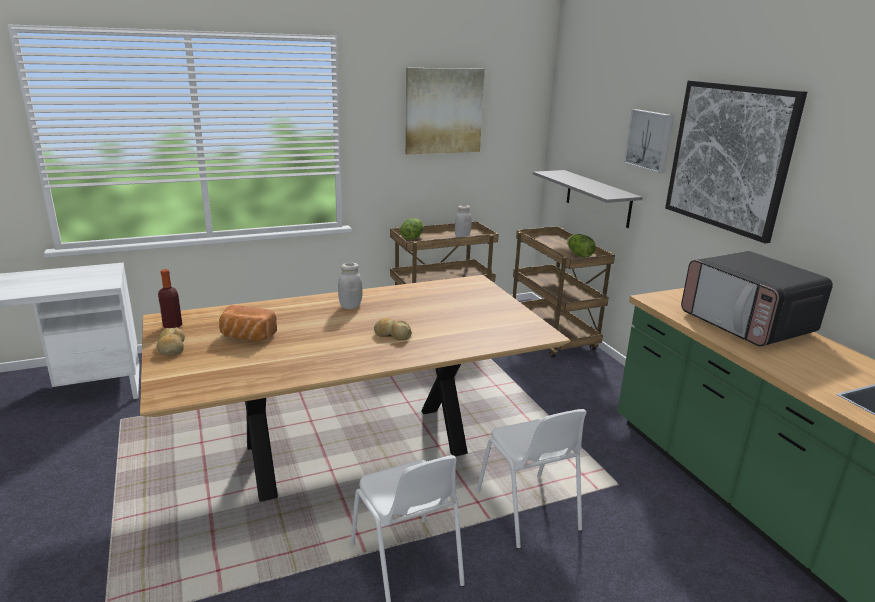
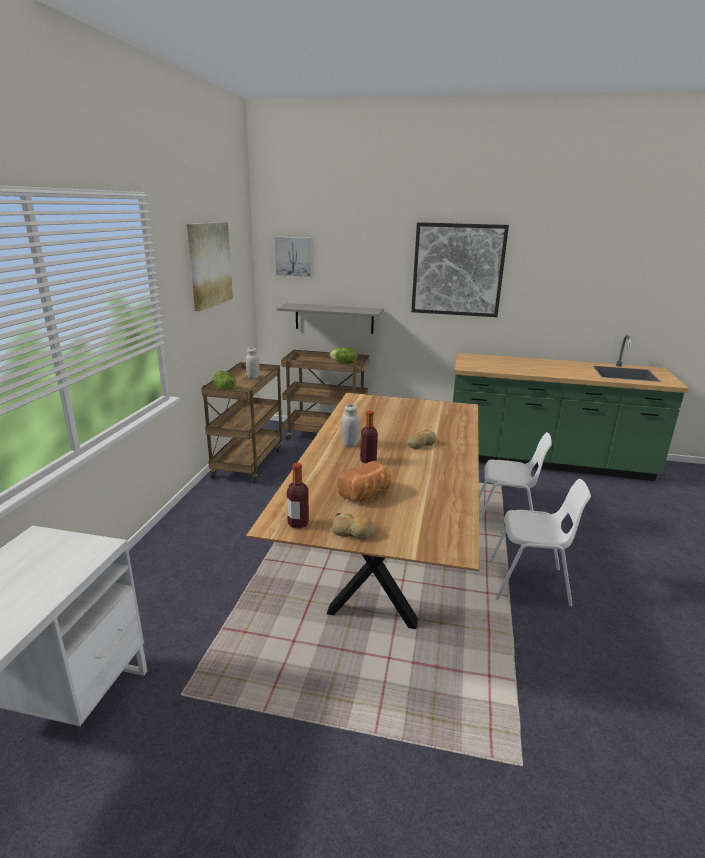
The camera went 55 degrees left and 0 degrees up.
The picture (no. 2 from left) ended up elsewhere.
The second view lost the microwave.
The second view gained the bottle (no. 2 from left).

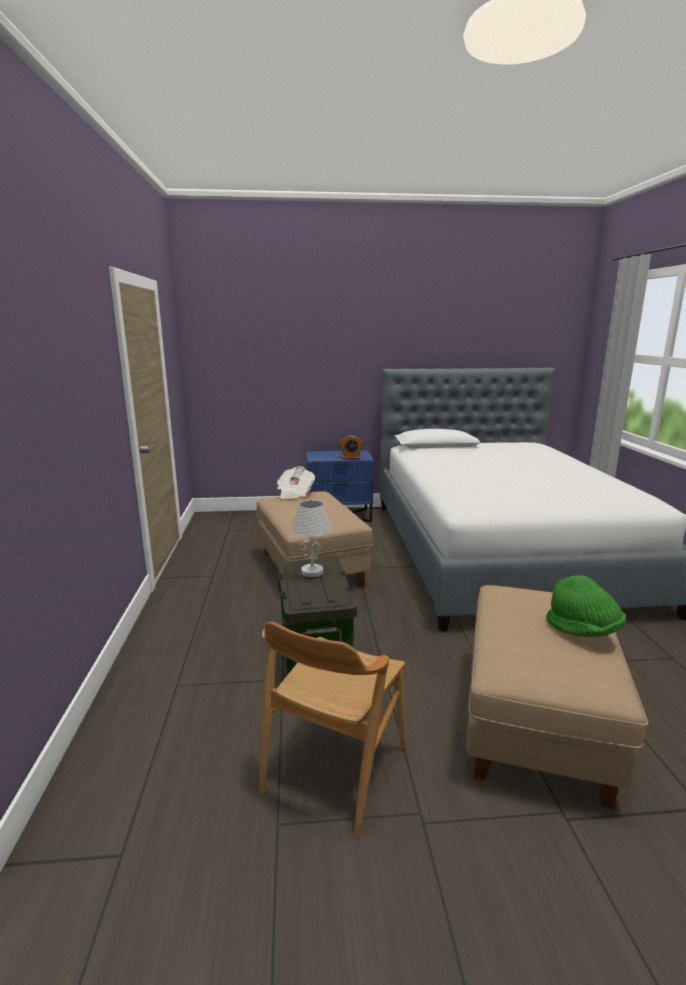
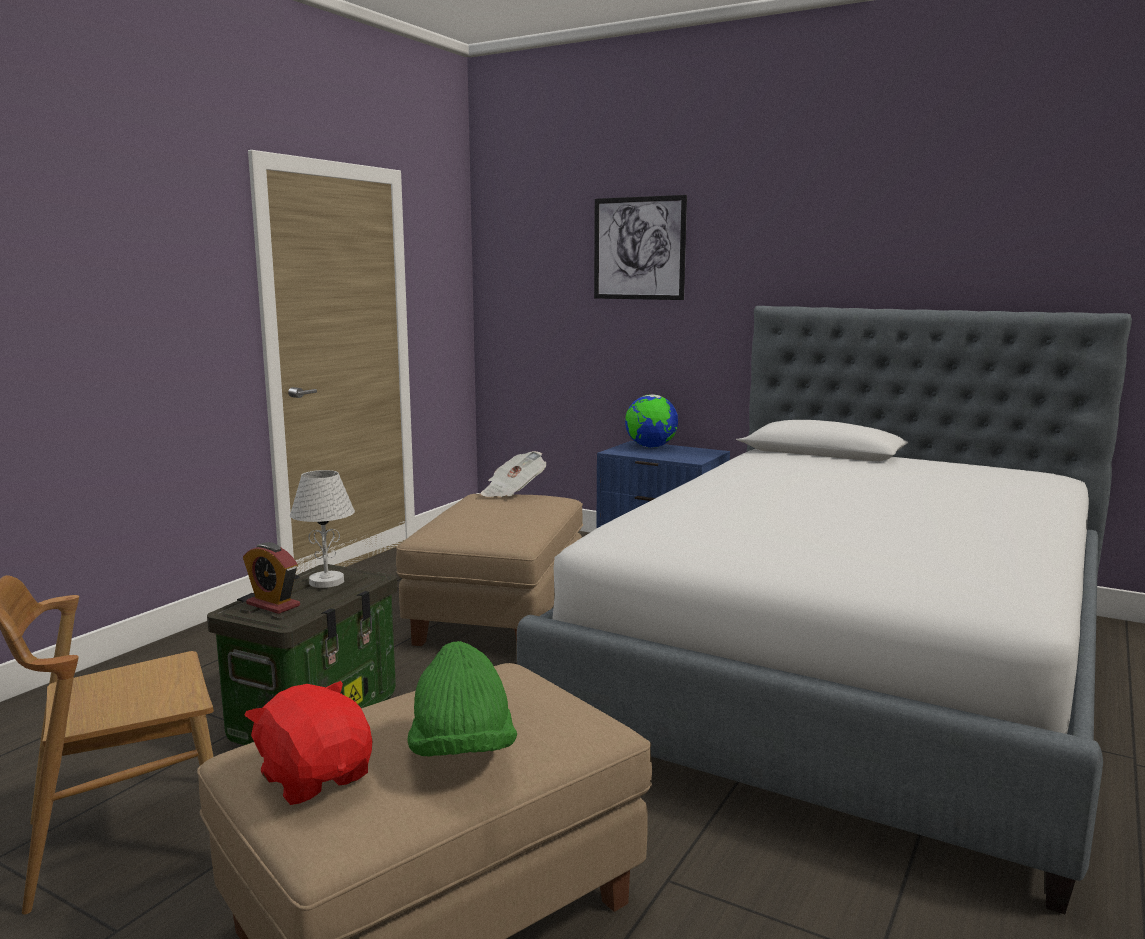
The camera went 35 degrees right and 5 degrees down.
The alarm clock ended up elsewhere.
The second view gained the picture.
The second view gained the globe.
The second view gained the red plush toy.

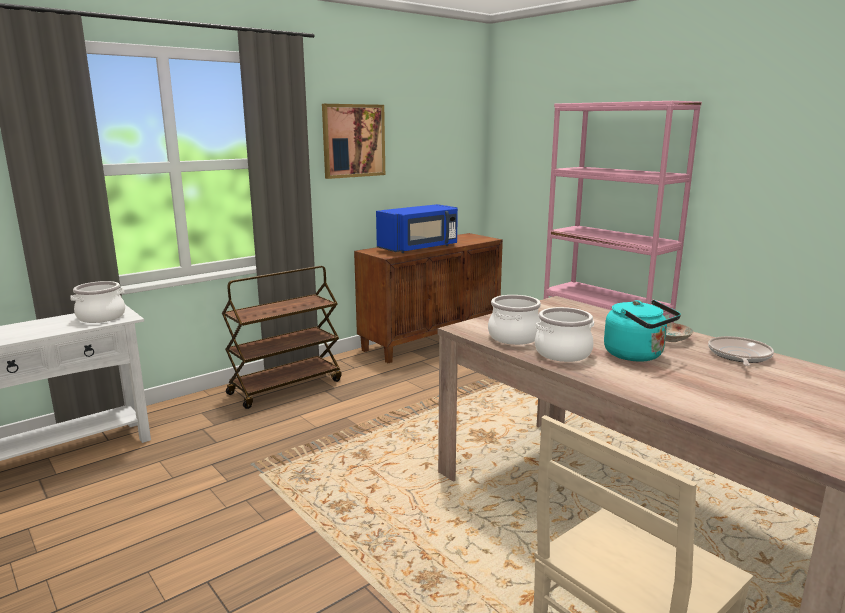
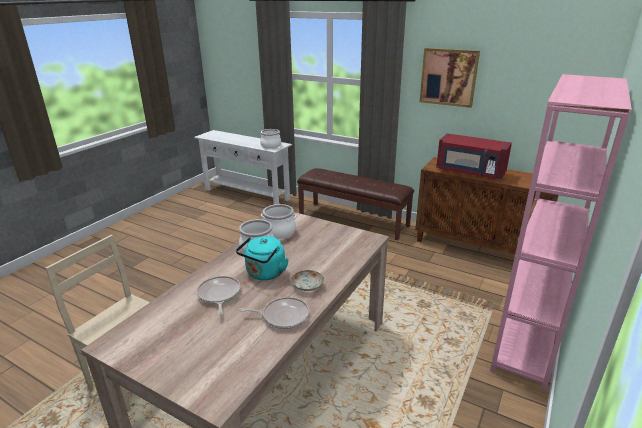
The camera went 70 degrees right and 10 degrees up.
What was the blue microwave turned into the red microwave.
Where the brown cart stood, the brown bench came to stand.
The second view gained the frying pan (no. 1 from left).

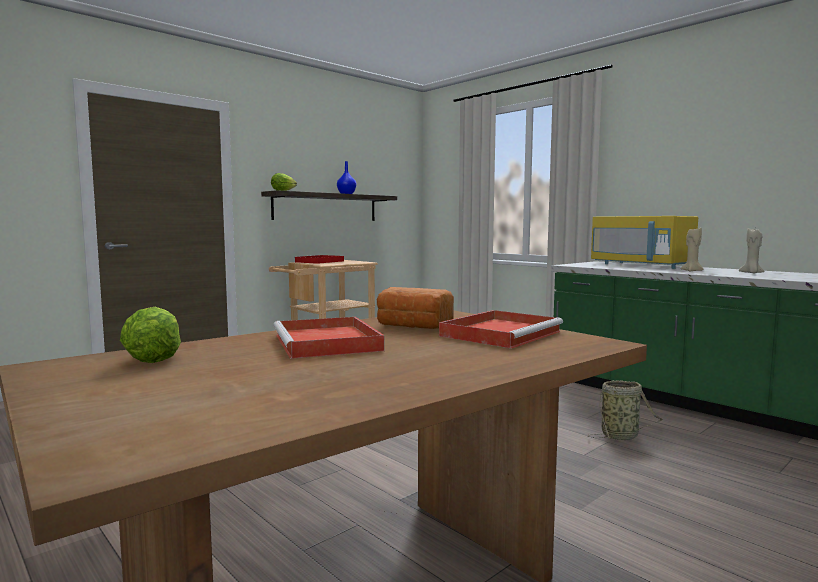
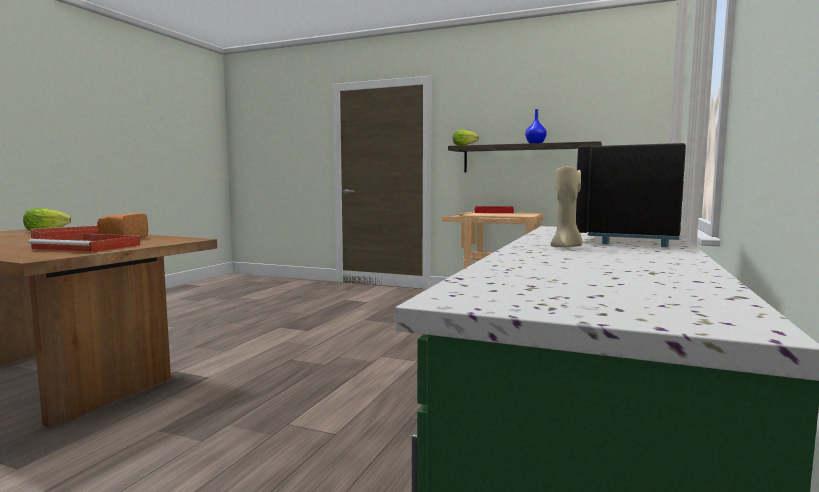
The camera went 65 degrees right and 0 degrees up.
What was the yellow microwave turned into the black microwave.
The second view lost the beige candle (no. 2 from left).
The second view lost the basket.

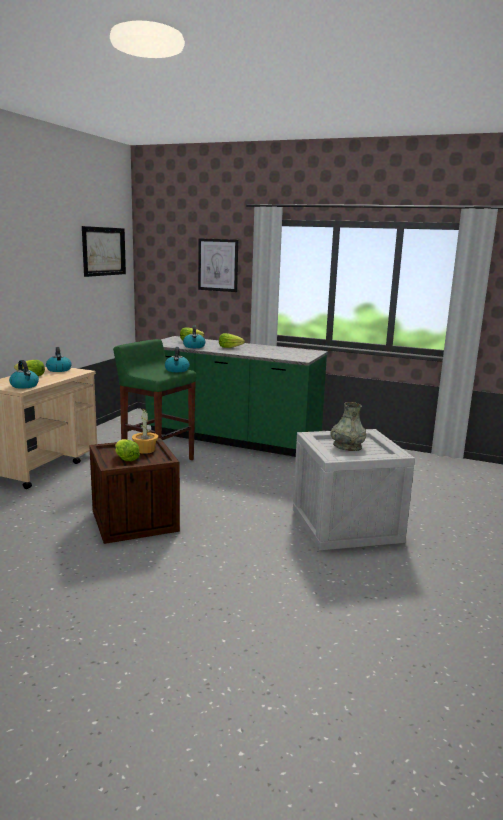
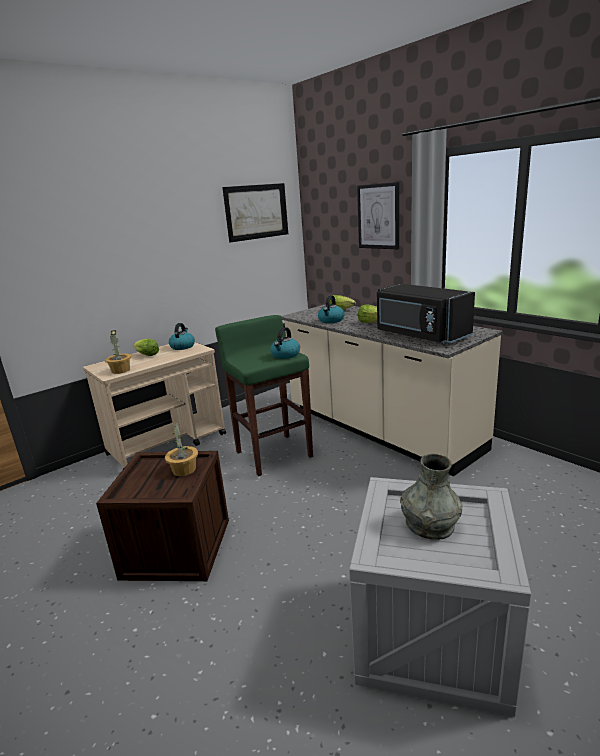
The camera went 30 degrees right and 5 degrees up.
What was the green counter turned into the beige counter.
Where the kettle (no. 1 from left) stood, the potted plant (no. 1 from left) came to stand.
The second view lost the lettuce (no. 2 from left).
The second view gained the black microwave.

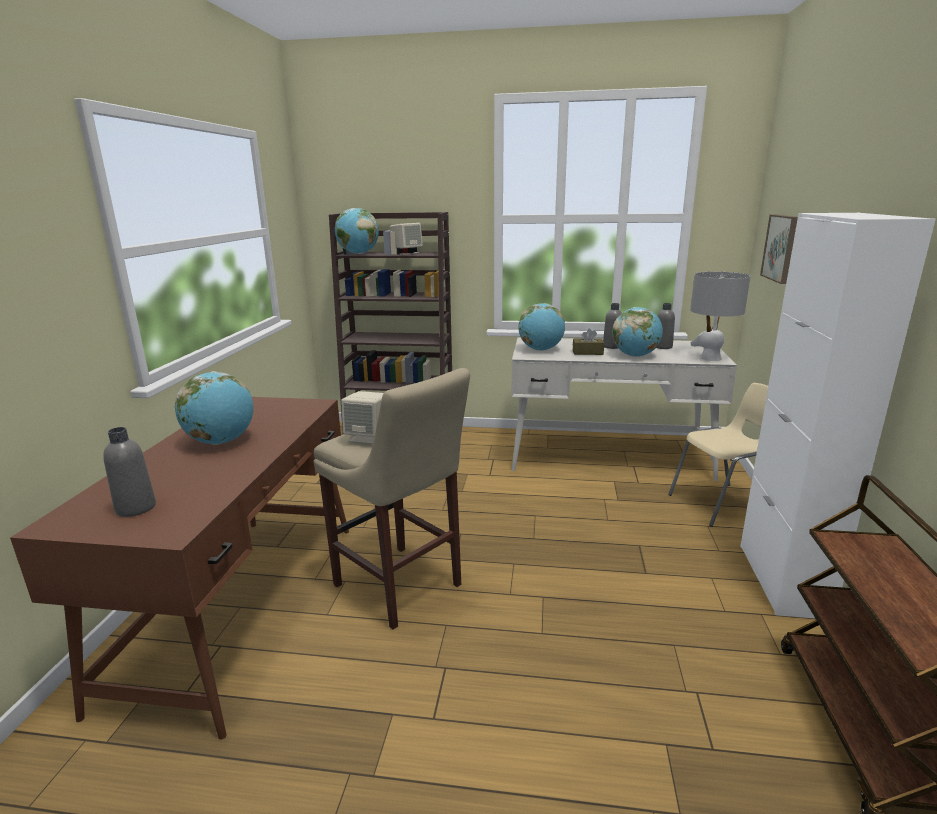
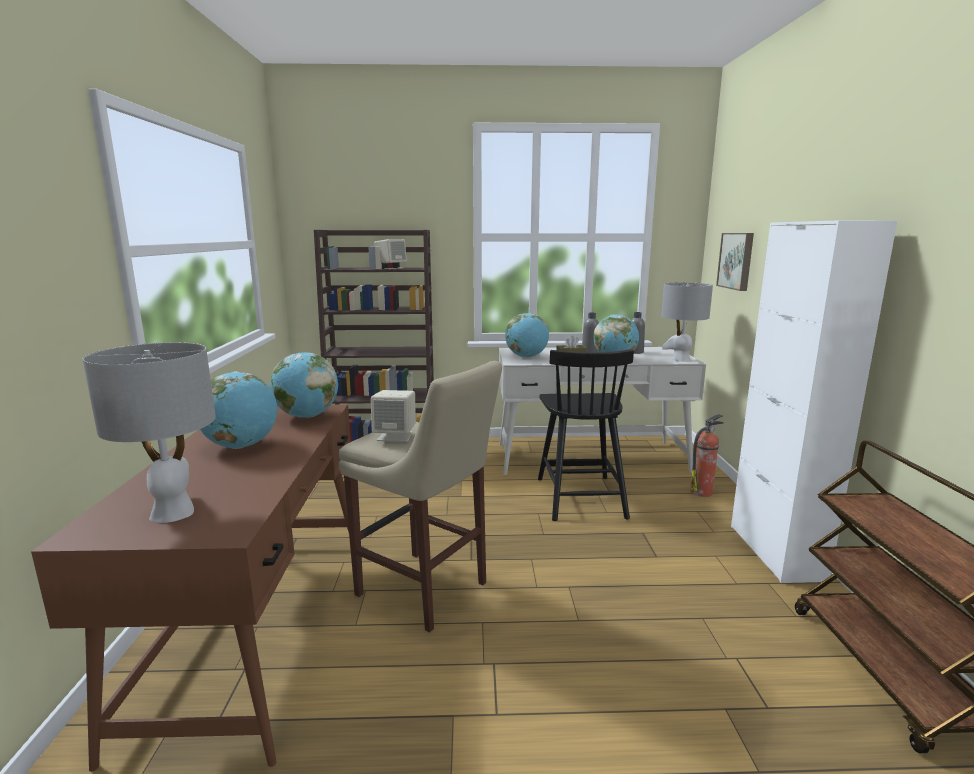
The camera went 10 degrees left and 5 degrees down.
The globe (no. 2 from left) ended up elsewhere.
Where the beige chair stood, the fire extinguisher came to stand.
Where the grey bottle (no. 1 from left) stood, the grey table lamp (no. 1 from left) came to stand.
The second view gained the black chair.

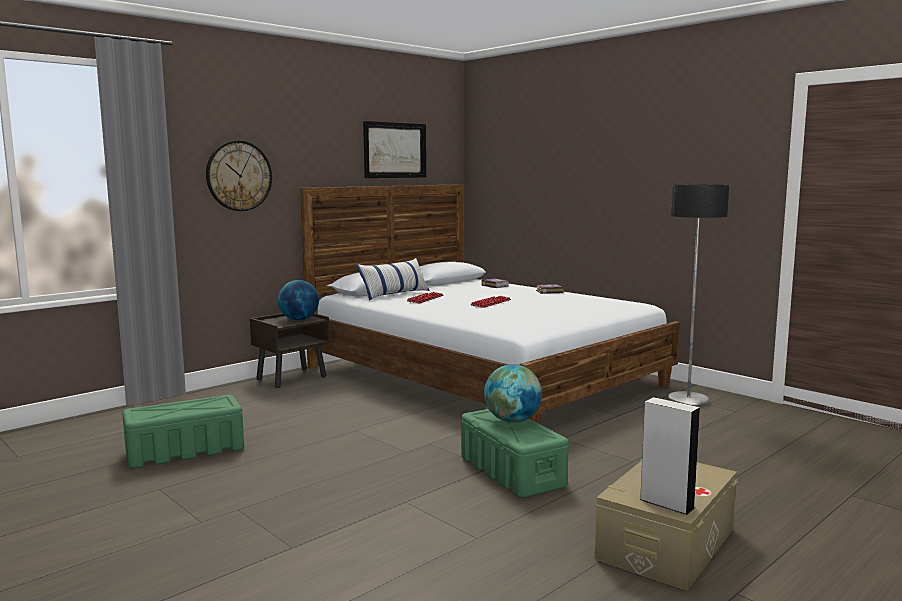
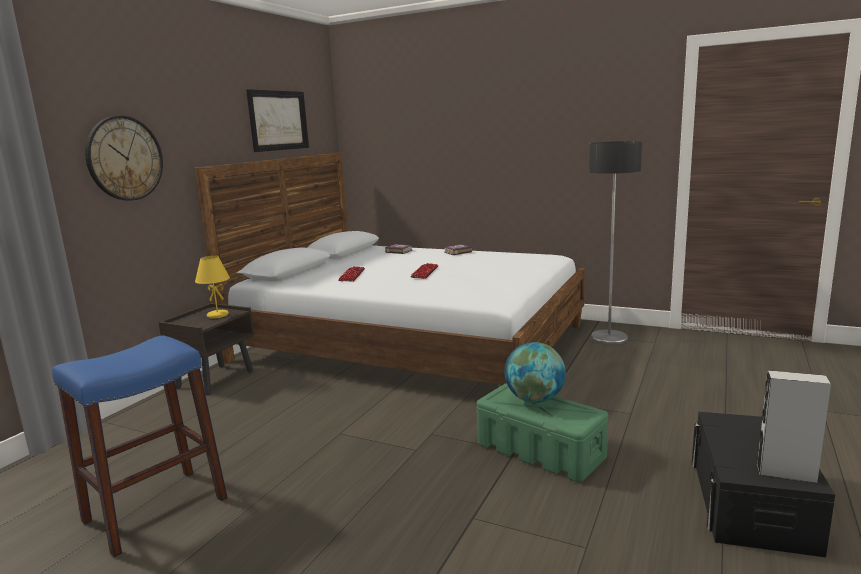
The camera went 20 degrees left and 5 degrees up.
The second view lost the pillow.
Where the globe (no. 1 from left) stood, the yellow table lamp came to stand.
Where the green storage box (no. 1 from left) stood, the blue stool came to stand.
What was the beige storage box turned into the black storage box.

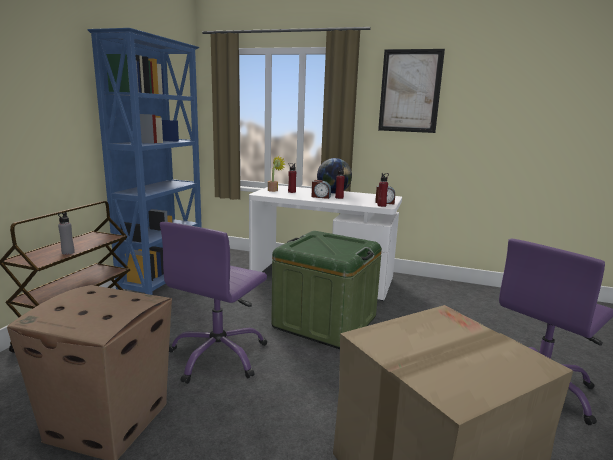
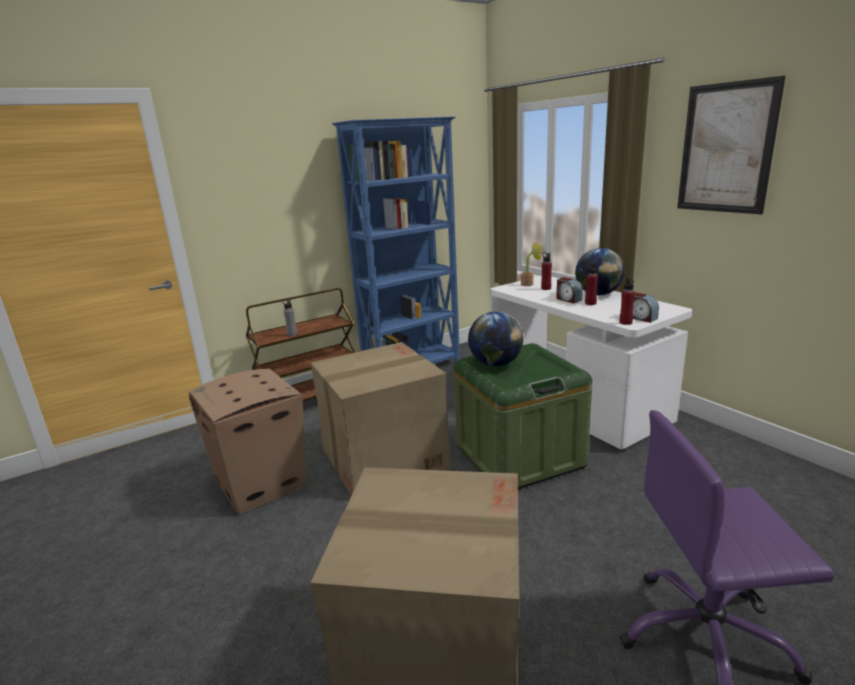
The camera went 40 degrees right and 5 degrees up.
Where the purple office chair (no. 1 from left) stood, the cardboard box (no. 2 from left) came to stand.
The second view gained the globe (no. 1 from left).

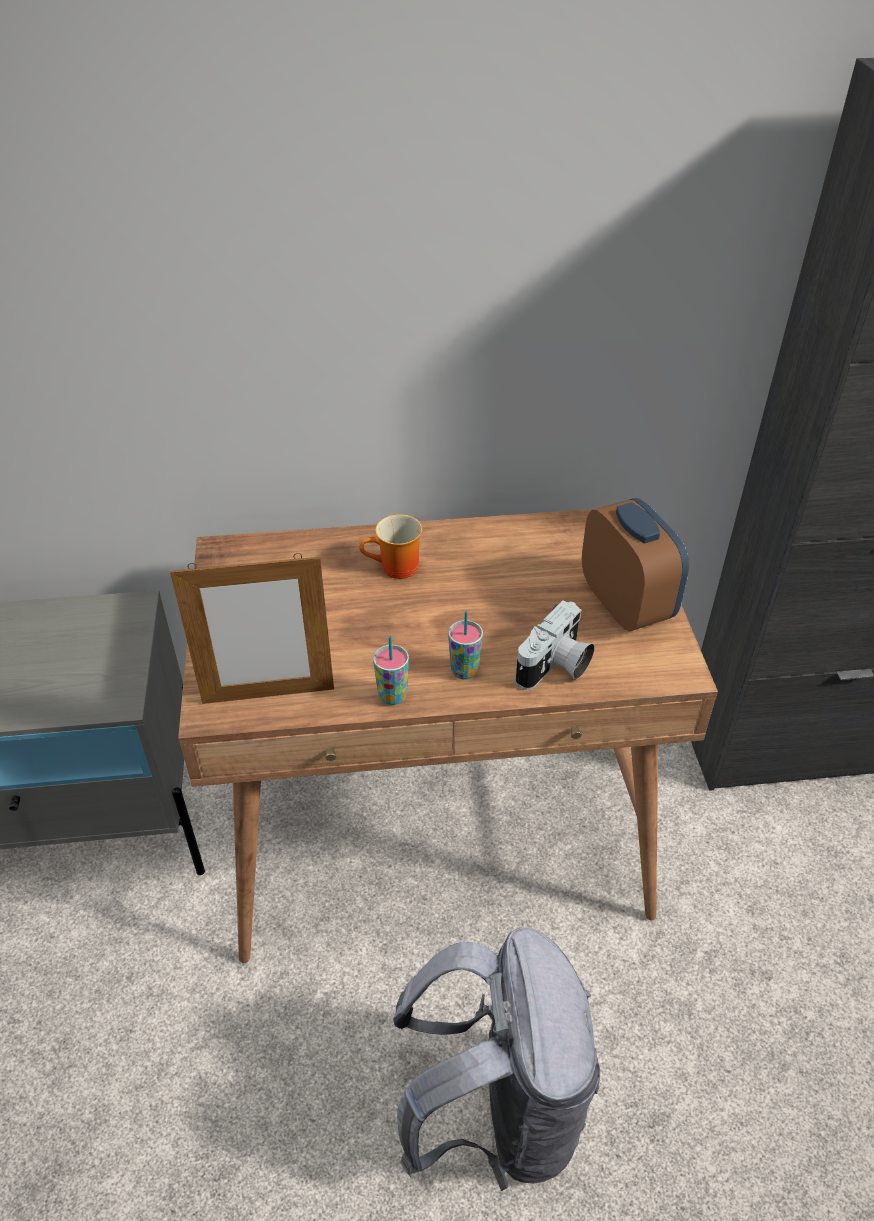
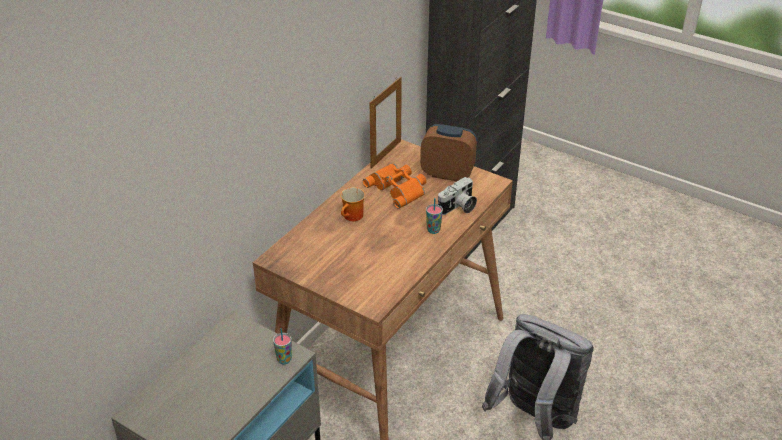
The camera went 50 degrees left and 5 degrees down.
The picture frame ended up elsewhere.
The photo camera ended up facing another way, 60 degrees clockwise from before.
The cup (no. 1 from left) ended up elsewhere.
The second view gained the orange binoculars.

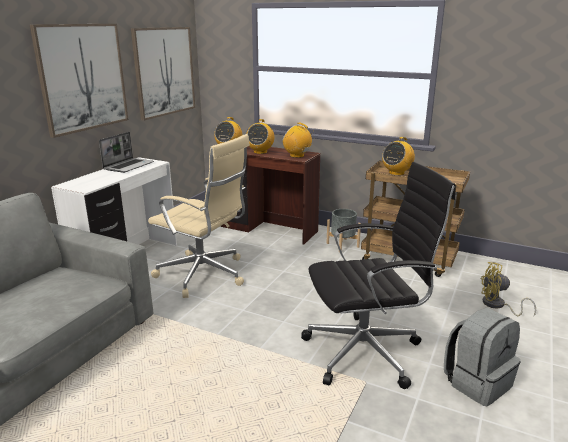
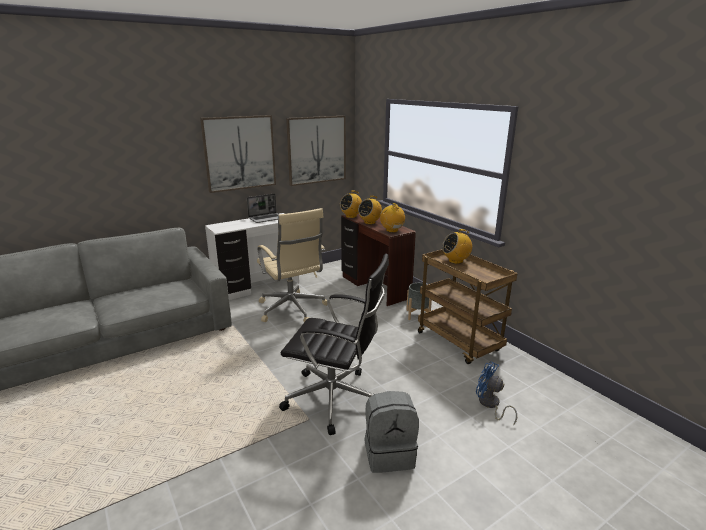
The camera went 30 degrees right and 0 degrees up.
What was the yellow fan turned into the blue fan.

